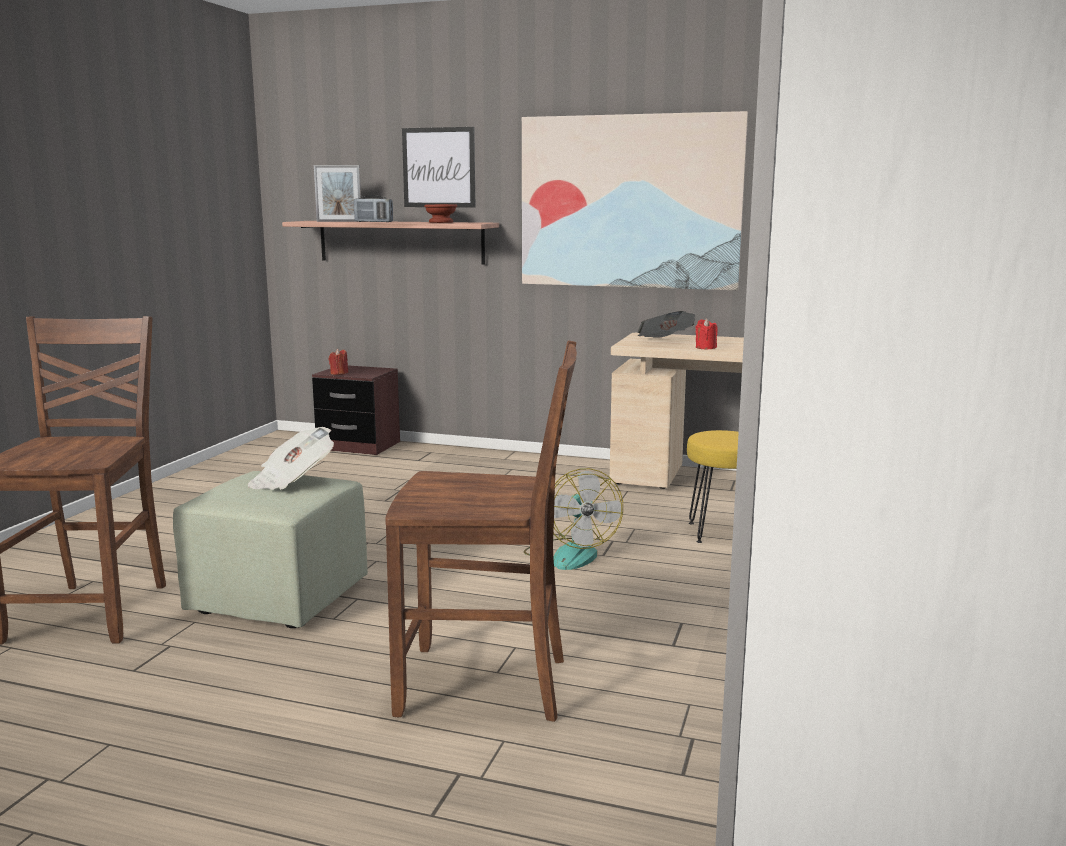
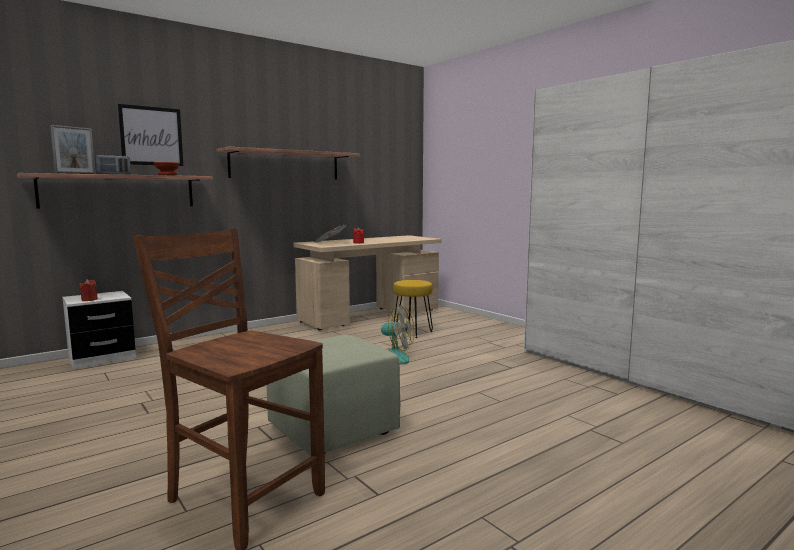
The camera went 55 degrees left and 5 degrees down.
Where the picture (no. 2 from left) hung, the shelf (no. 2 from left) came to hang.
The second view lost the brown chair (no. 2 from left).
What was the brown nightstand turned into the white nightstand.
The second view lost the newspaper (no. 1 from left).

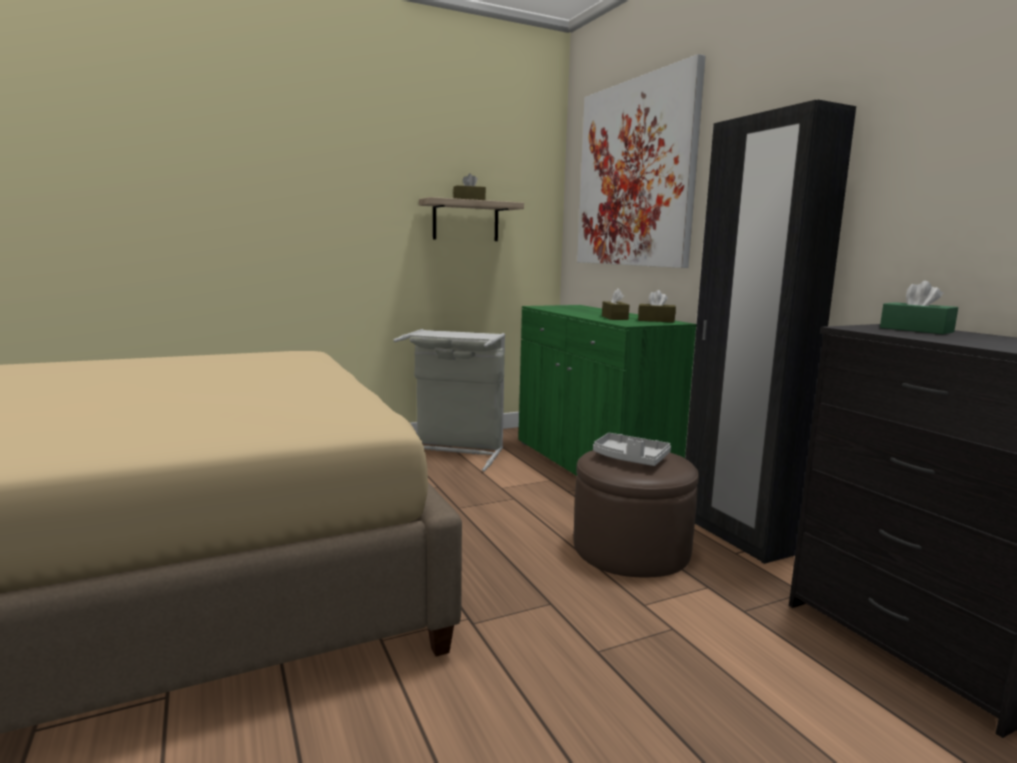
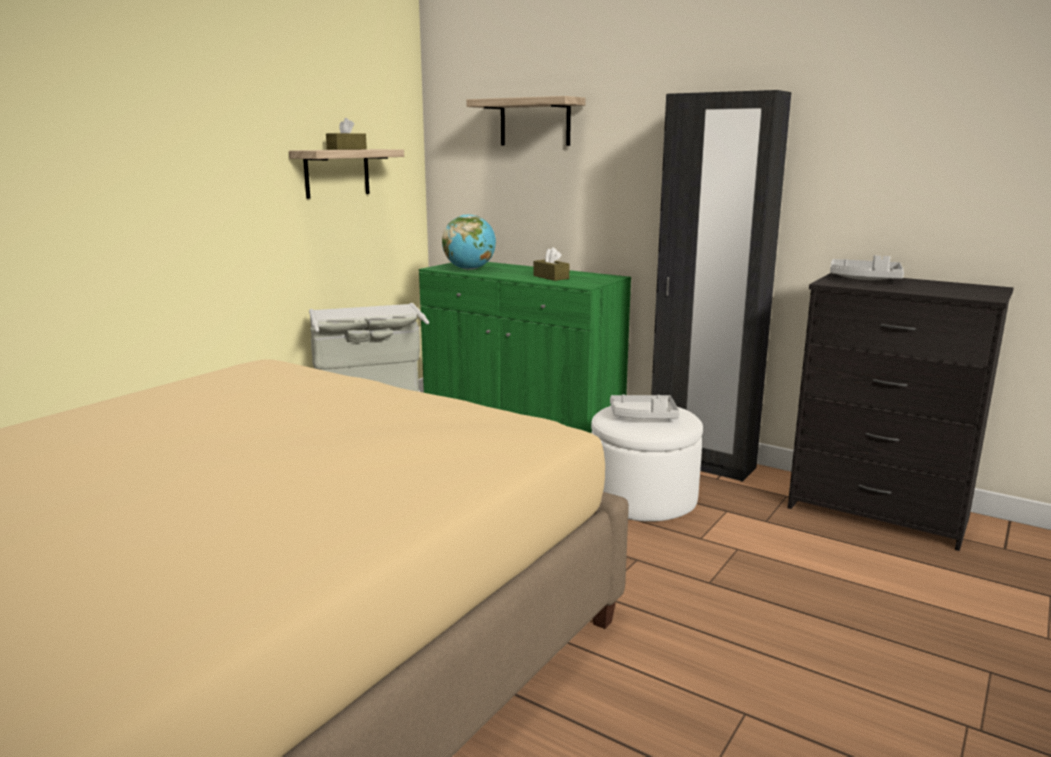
The camera went 30 degrees left and 5 degrees up.
Where the picture hung, the shelf (no. 2 from left) came to hang.
Where the green tissue box stood, the grey tray (no. 2 from left) came to stand.
The second view lost the brown tissue box (no. 3 from left).
What was the brown ottoman turned into the white ottoman.
The second view gained the globe.

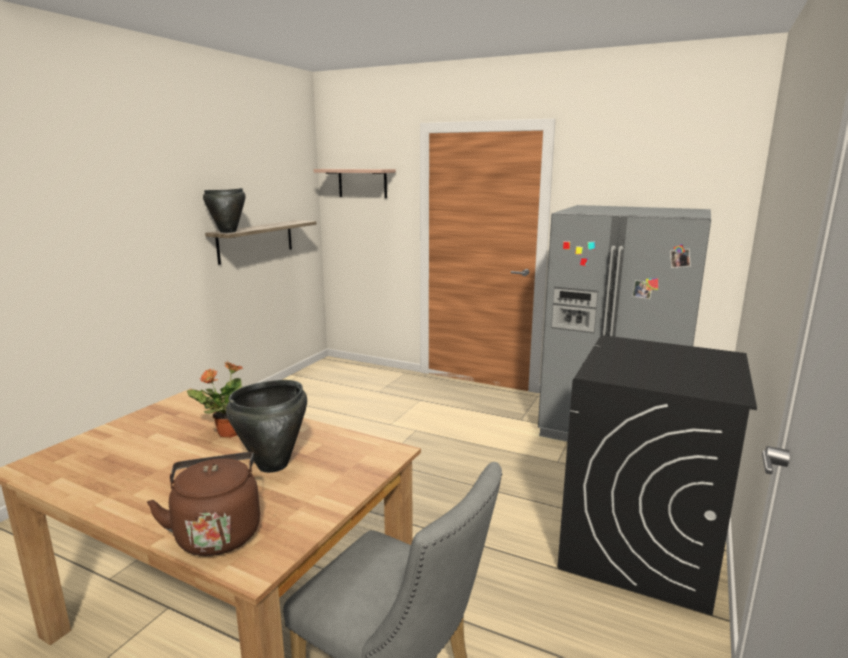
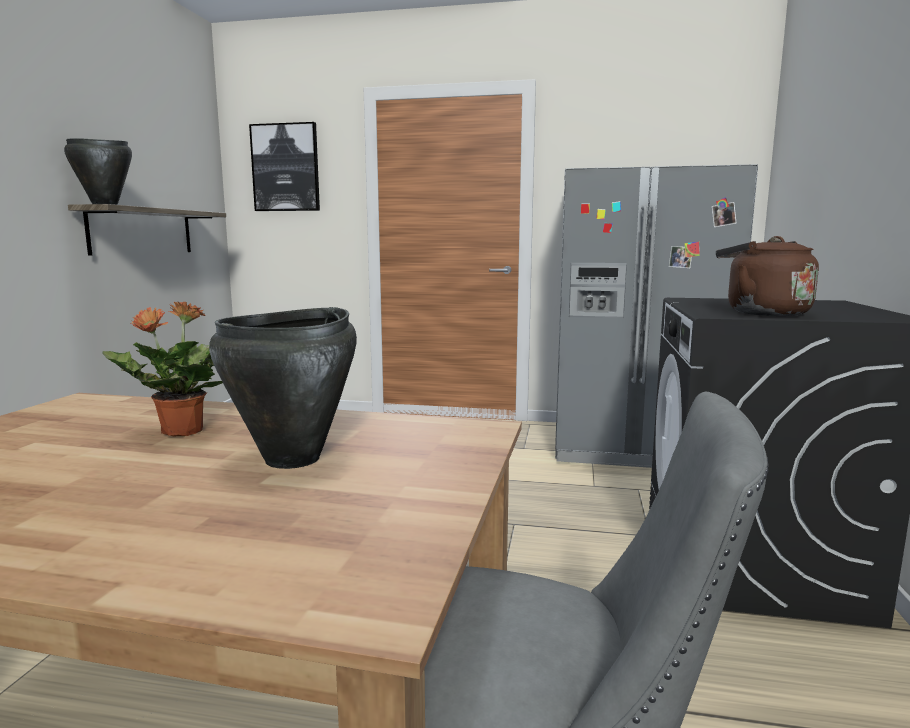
The camera went 15 degrees left and 5 degrees down.
Where the shelf (no. 2 from left) hung, the picture came to hang.
The brown kettle ended up elsewhere.

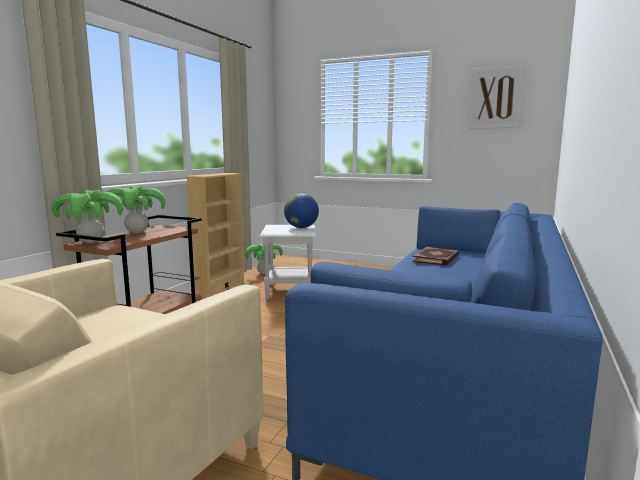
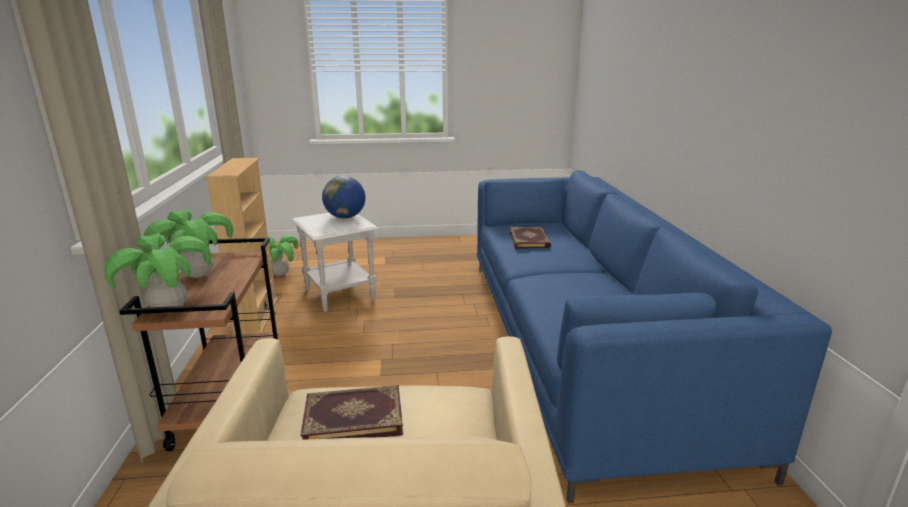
The camera went 30 degrees left and 10 degrees up.
The second view lost the picture.
The second view gained the book (no. 1 from left).

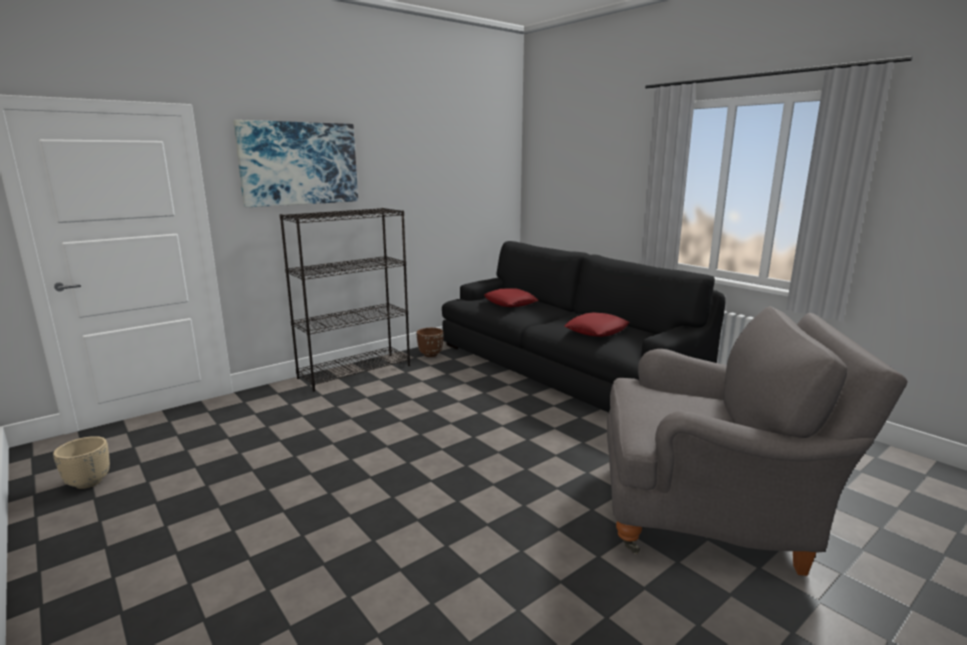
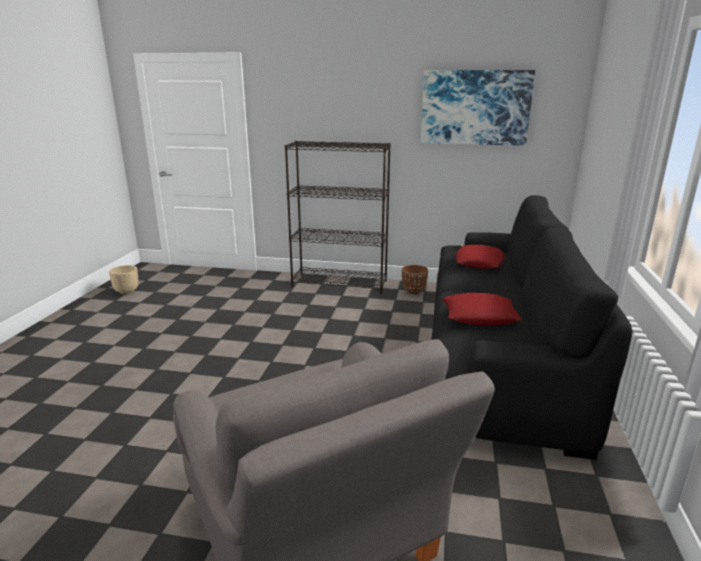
The camera went 50 degrees right and 5 degrees up.
The picture ended up elsewhere.

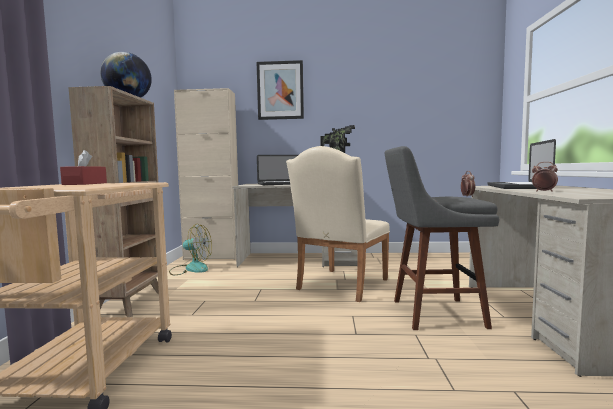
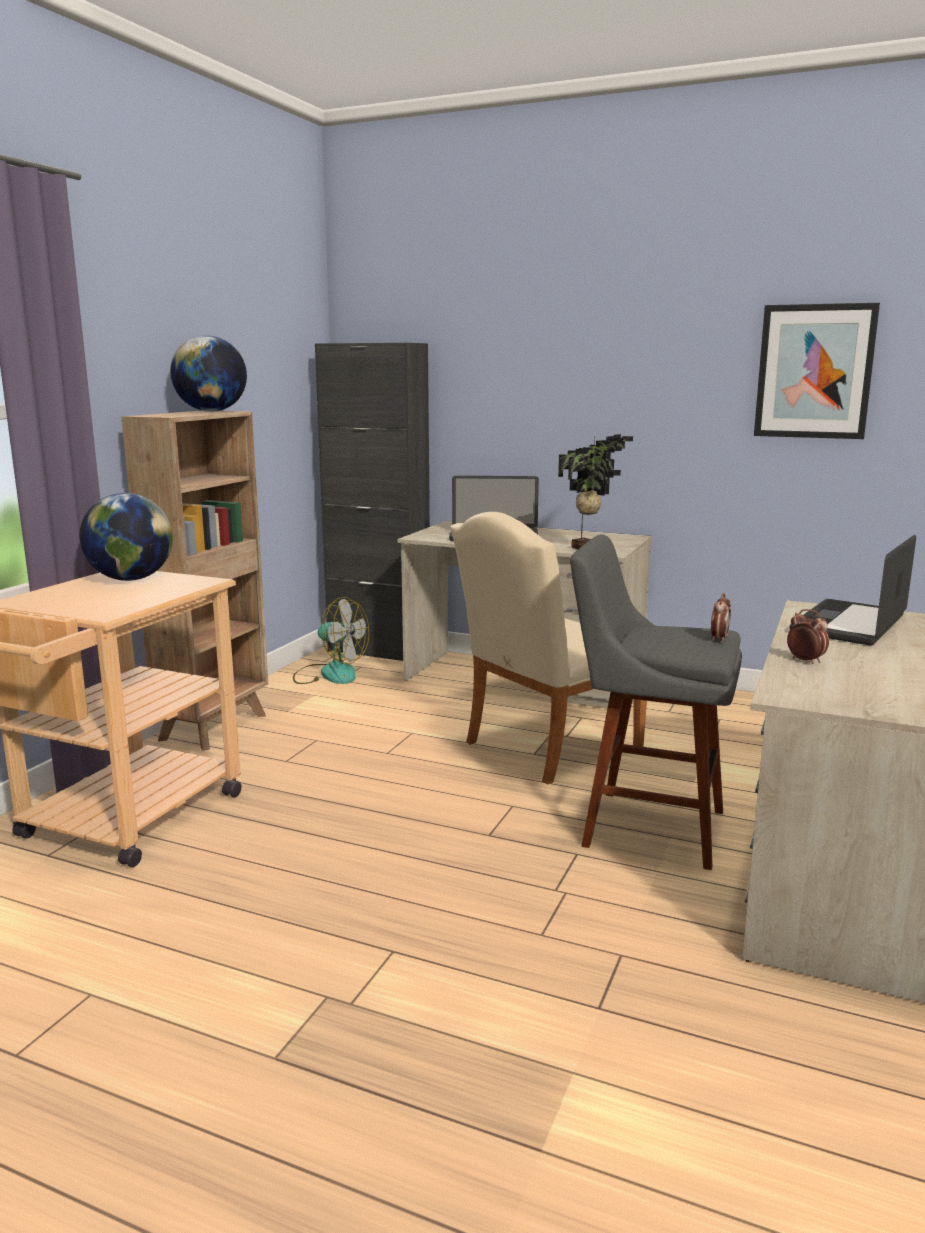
The camera went 20 degrees right and 10 degrees up.
The picture ended up elsewhere.
What was the beige cabinet turned into the black cabinet.
Where the red tissue box stood, the globe (no. 1 from left) came to stand.

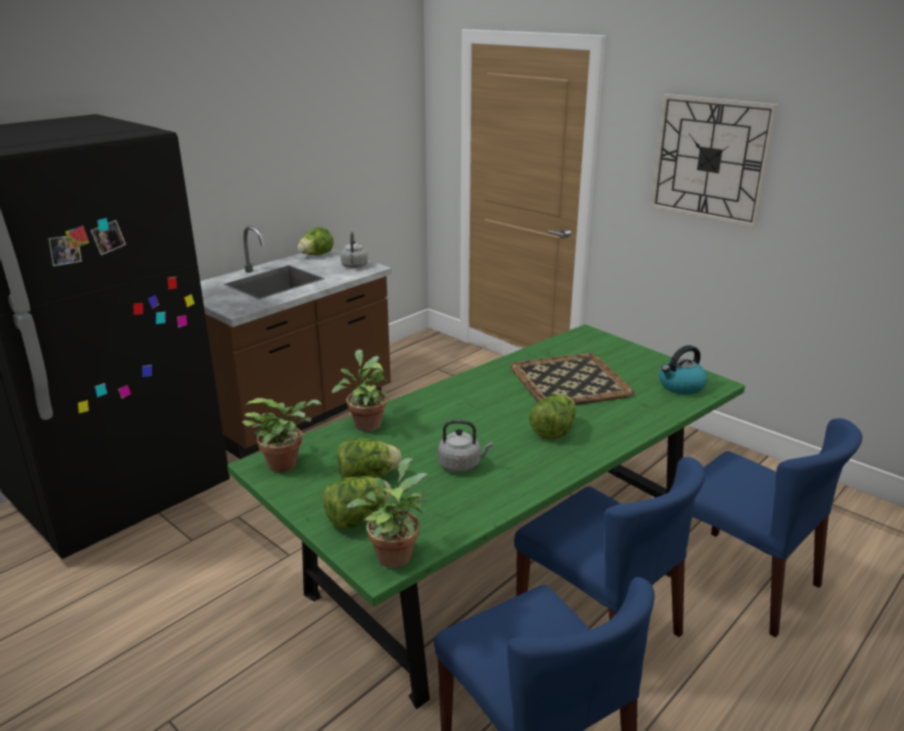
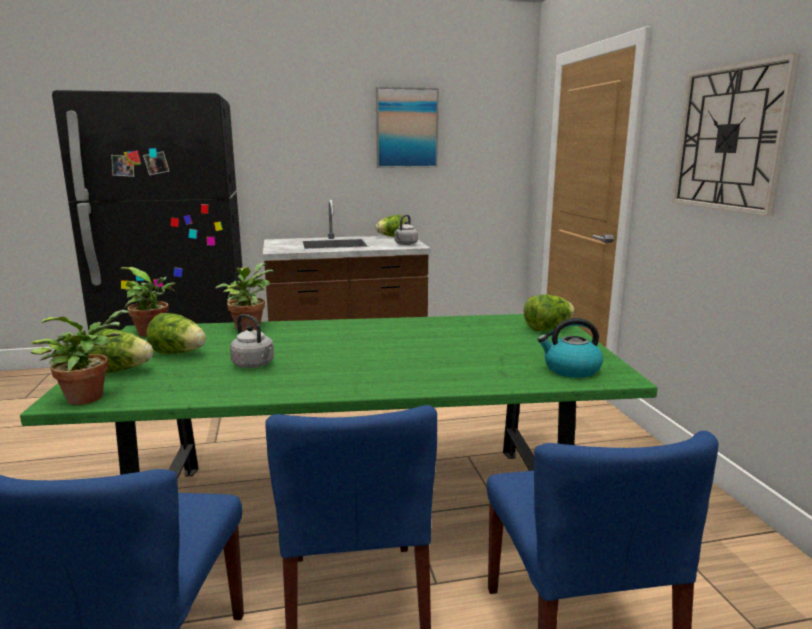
The camera went 35 degrees right and 10 degrees down.
The second view lost the tray.
The lettuce (no. 4 from left) ended up elsewhere.
The second view gained the picture.

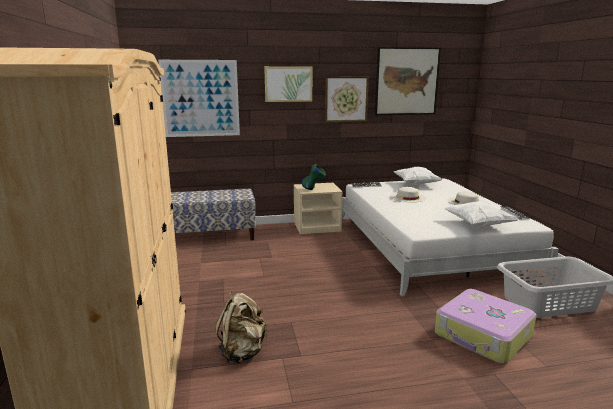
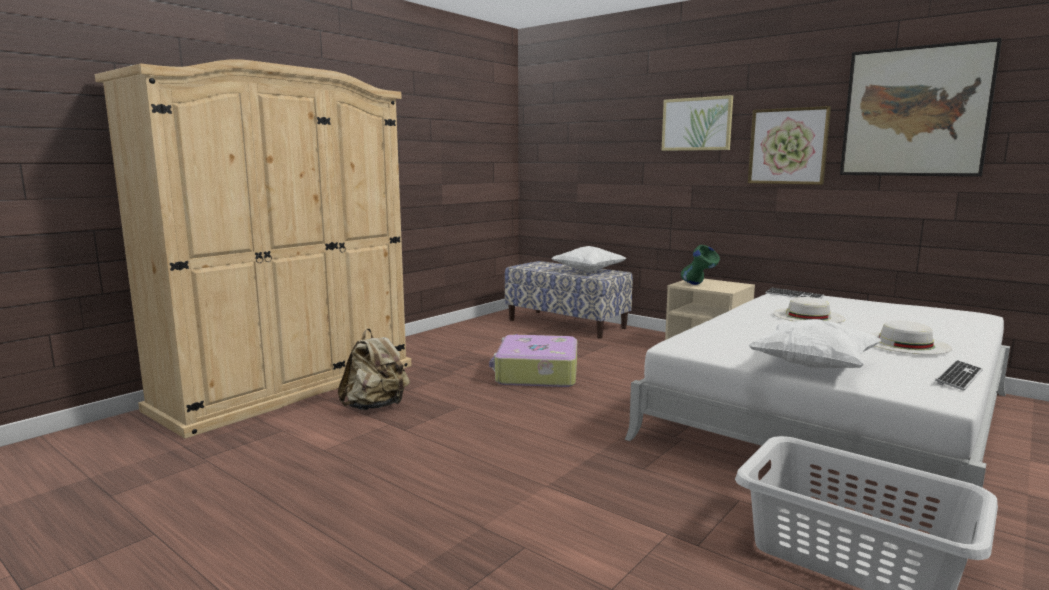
The camera went 50 degrees right and 5 degrees down.
The second view lost the picture (no. 1 from left).
The white pillow (no. 1 from left) ended up elsewhere.
The suitcase ended up elsewhere.

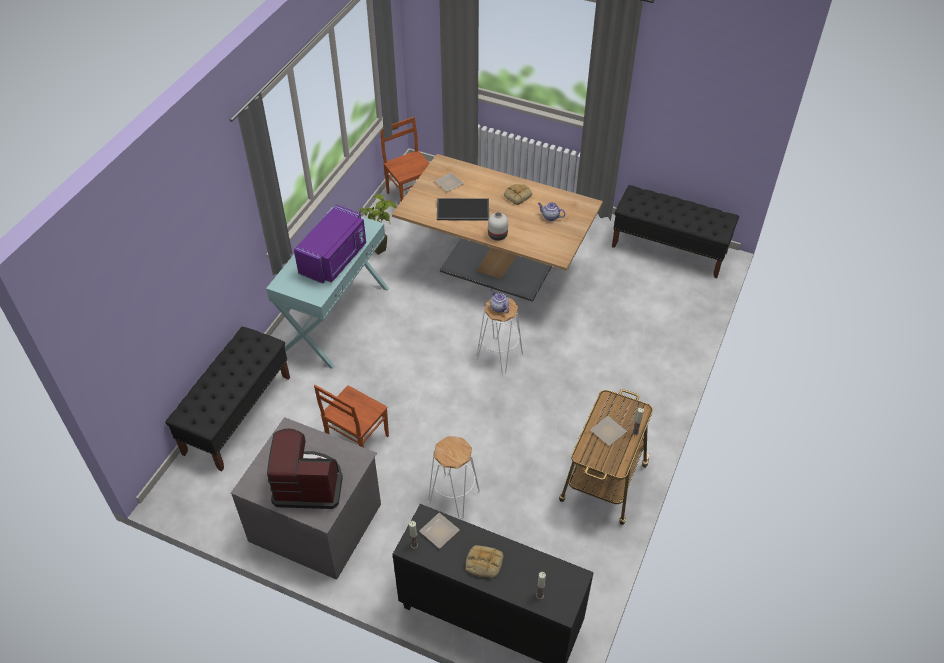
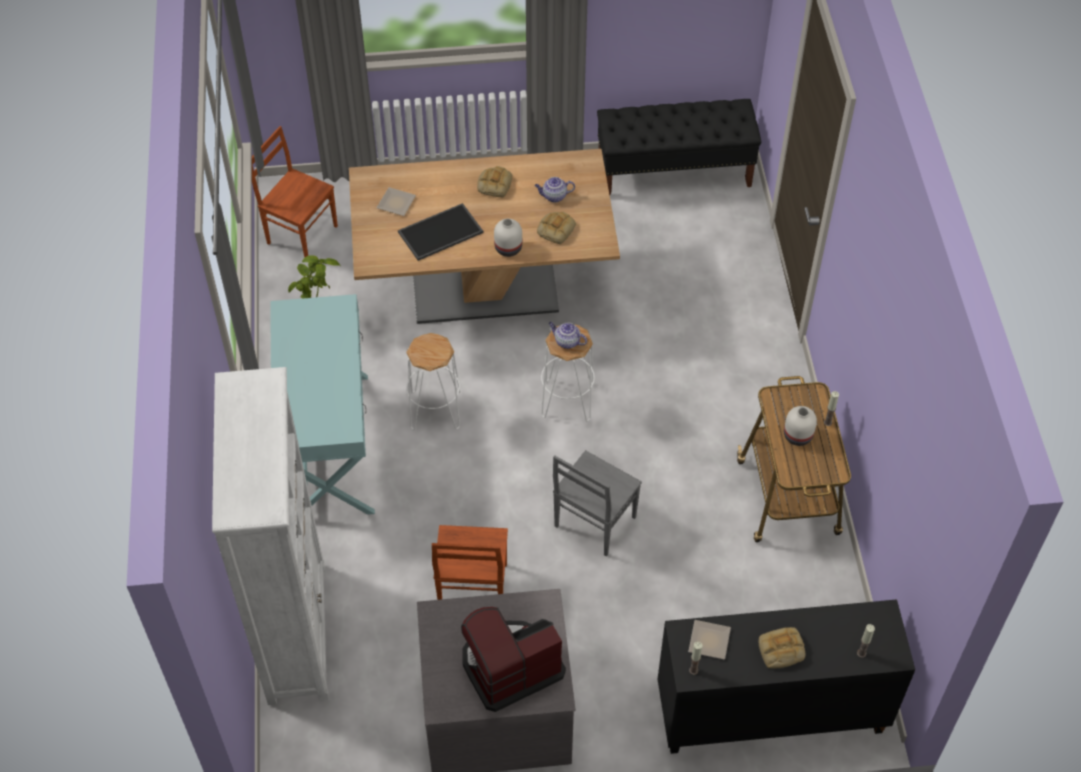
The camera went 30 degrees left and 5 degrees up.
The second view lost the purple microwave.
Where the black bench (no. 1 from left) stood, the white bookcase came to stand.
Where the plate (no. 3 from left) stood, the white vase (no. 2 from left) came to stand.
The white stool (no. 1 from left) ended up elsewhere.
The second view gained the bread (no. 2 from left).
The second view gained the grey chair.

